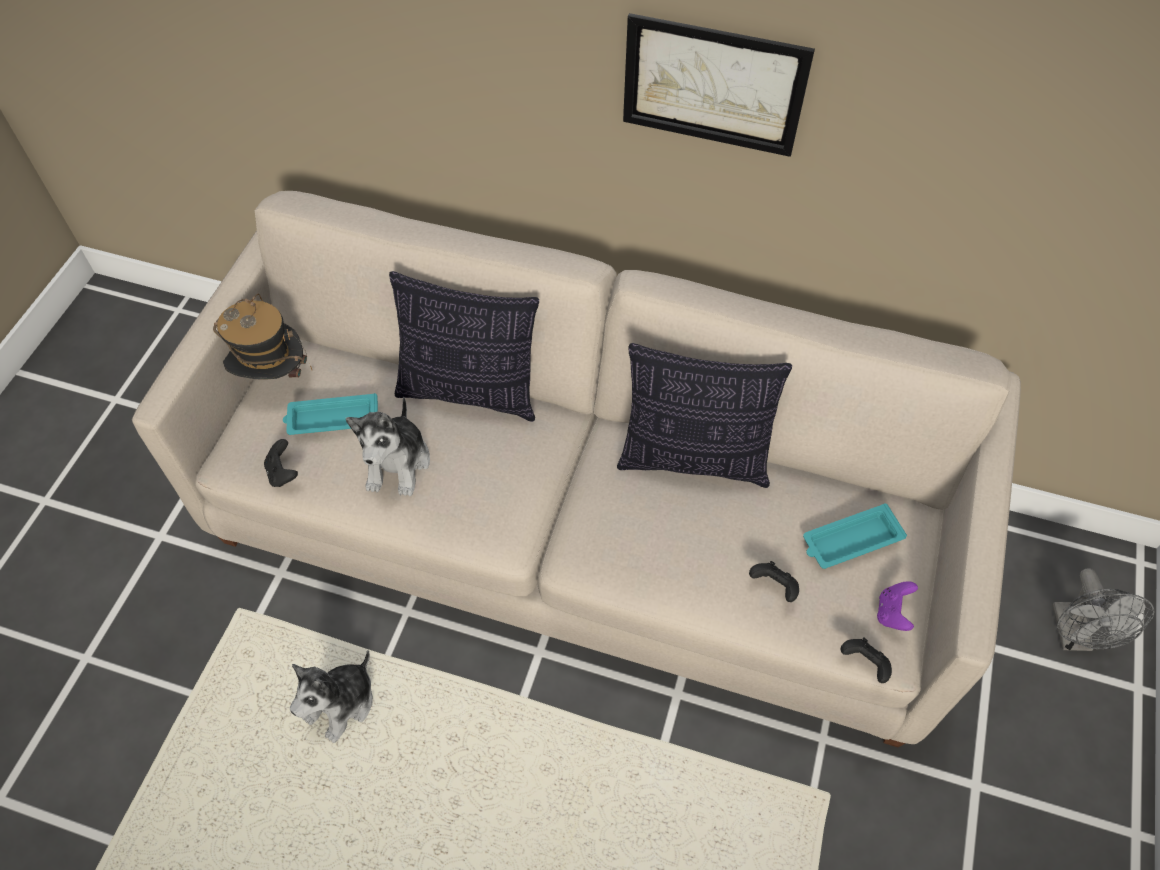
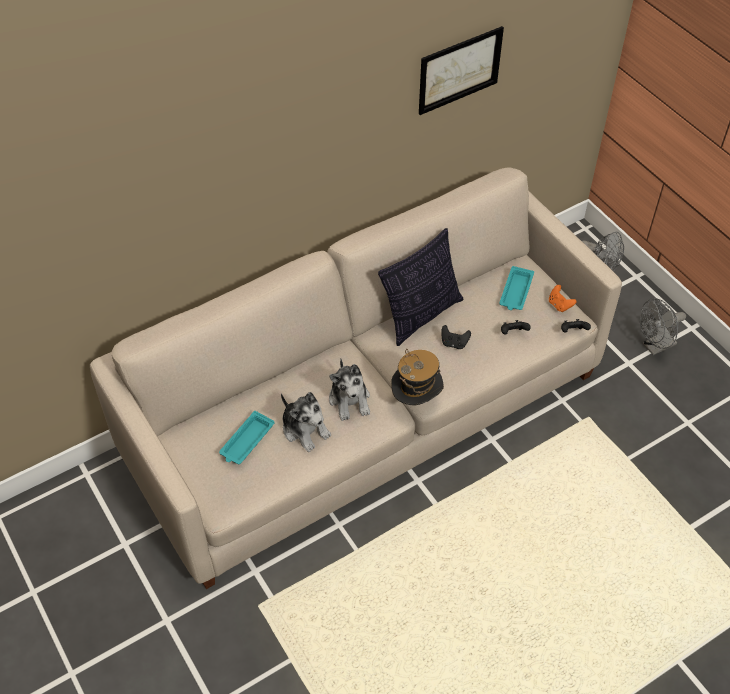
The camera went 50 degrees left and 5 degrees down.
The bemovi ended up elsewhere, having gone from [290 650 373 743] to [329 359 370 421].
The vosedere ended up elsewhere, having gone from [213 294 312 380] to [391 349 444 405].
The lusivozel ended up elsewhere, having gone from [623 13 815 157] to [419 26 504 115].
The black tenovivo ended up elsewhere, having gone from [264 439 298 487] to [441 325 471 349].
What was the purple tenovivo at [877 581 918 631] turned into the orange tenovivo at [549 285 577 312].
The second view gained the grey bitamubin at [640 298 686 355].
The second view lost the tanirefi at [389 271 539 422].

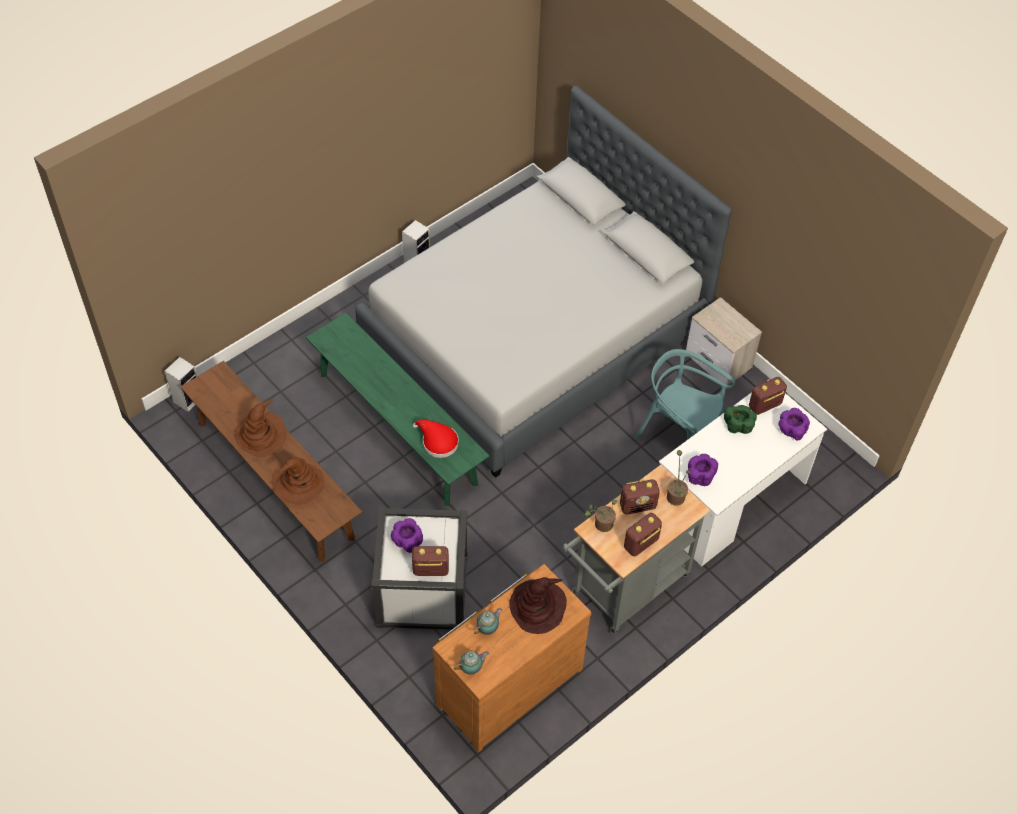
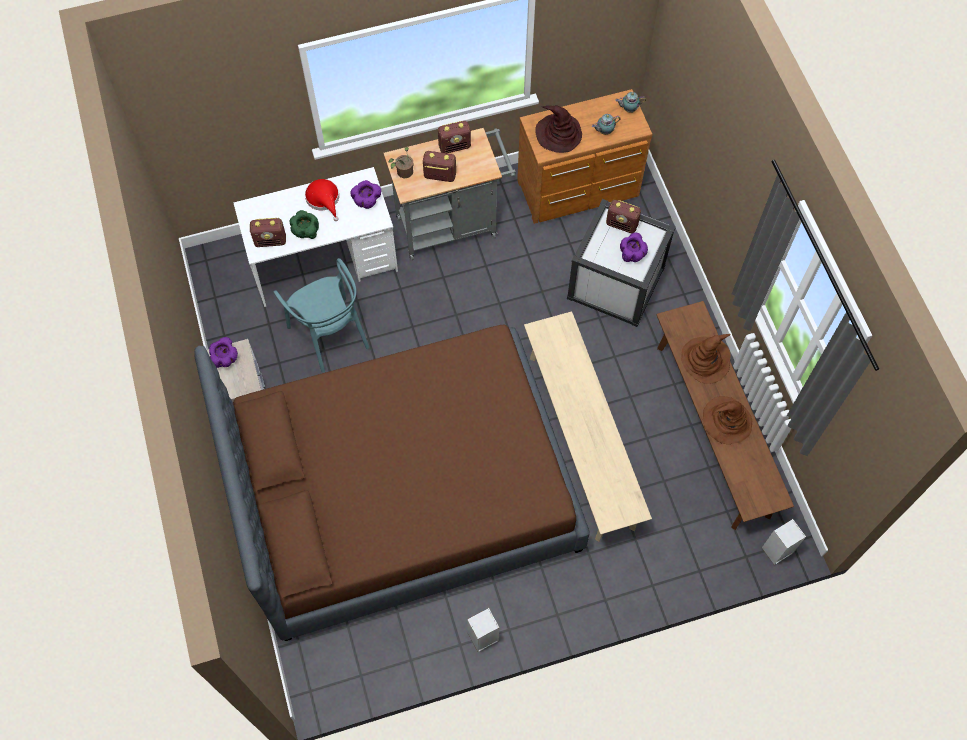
The camera went 155 degrees left and 10 degrees up.
What was the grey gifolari at [355 86 732 478] turned into the brown gifolari at [194 324 590 641].
The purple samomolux ended up elsewhere, having gone from [778 408 810 440] to [209 337 238 368].
The red vosedere ended up elsewhere, having gone from [413 419 459 458] to [305 179 339 221].
What was the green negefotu at [306 313 489 506] turned into the beige negefotu at [524 311 652 542].
The second view lost the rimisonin at [584 500 617 532].

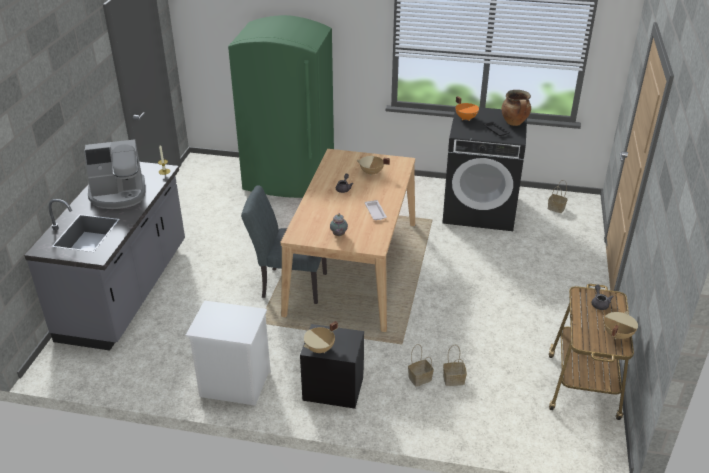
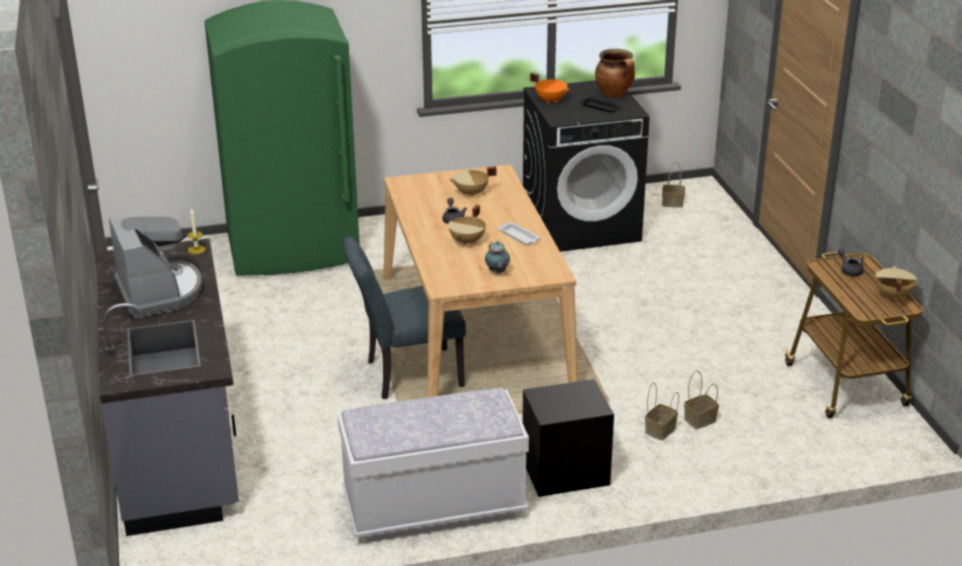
The camera went 25 degrees left and 5 degrees down.
The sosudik at [84 139 145 209] ended up facing another way, 75 degrees counterclockwise from before.
Where the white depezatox stood at [186 301 271 406], the white negefotu came to stand at [337 388 529 542].
The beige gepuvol ended up elsewhere, having gone from [304 321 338 353] to [448 205 486 246].

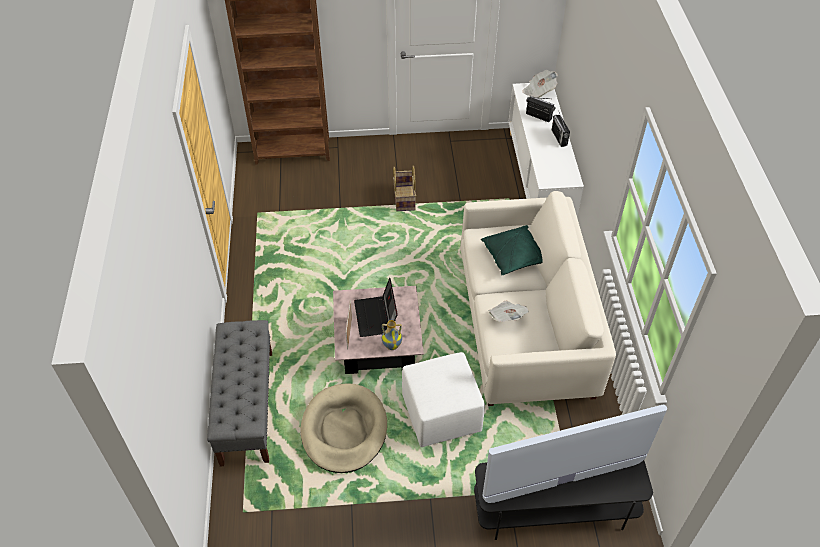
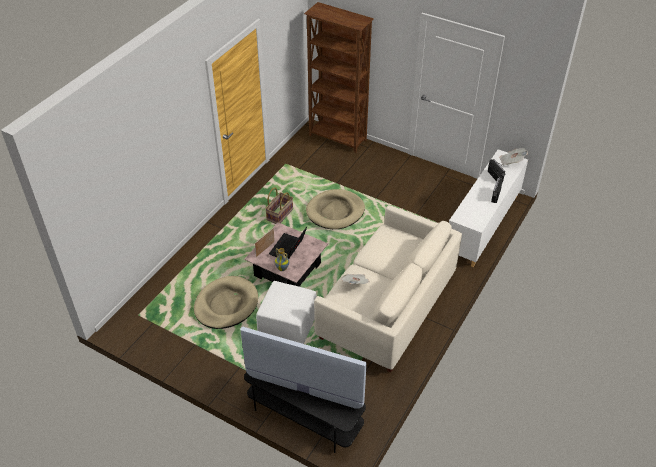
The camera went 35 degrees right and 5 degrees down.
The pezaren ended up elsewhere, having gone from [393 166 416 211] to [265 188 293 224].
The second view gained the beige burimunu at [306 189 365 229].
The second view lost the grey negefotu at [207 320 272 467].
The second view lost the green tanirefi at [481 225 543 276].

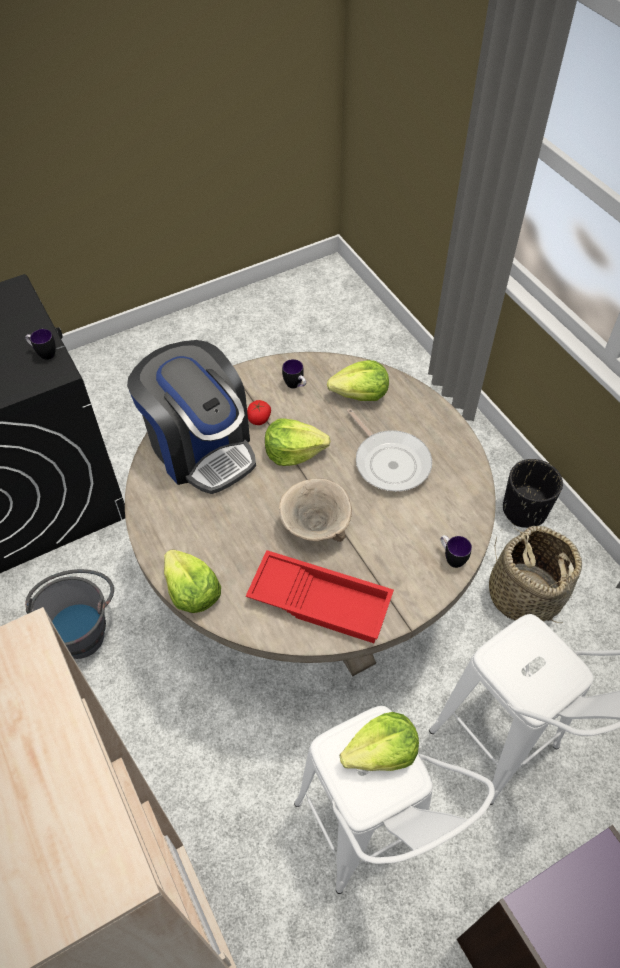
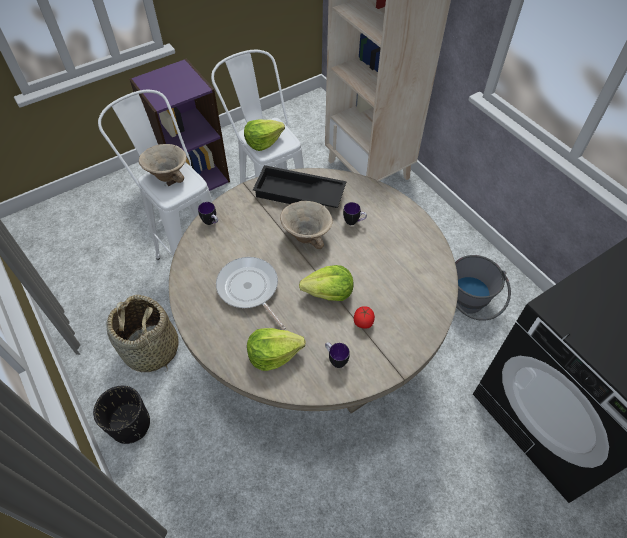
The camera went 175 degrees right and 0 degrees up.
The second view gained the beige samomolux at [139 144 186 183].
What was the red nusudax at [246 550 394 643] turned into the black nusudax at [253 165 346 208].
The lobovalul ended up elsewhere, having gone from [25 329 56 360] to [343 202 367 225].
The second view lost the sosudik at [127 340 256 494].
The second view lost the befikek at [164 550 221 613].

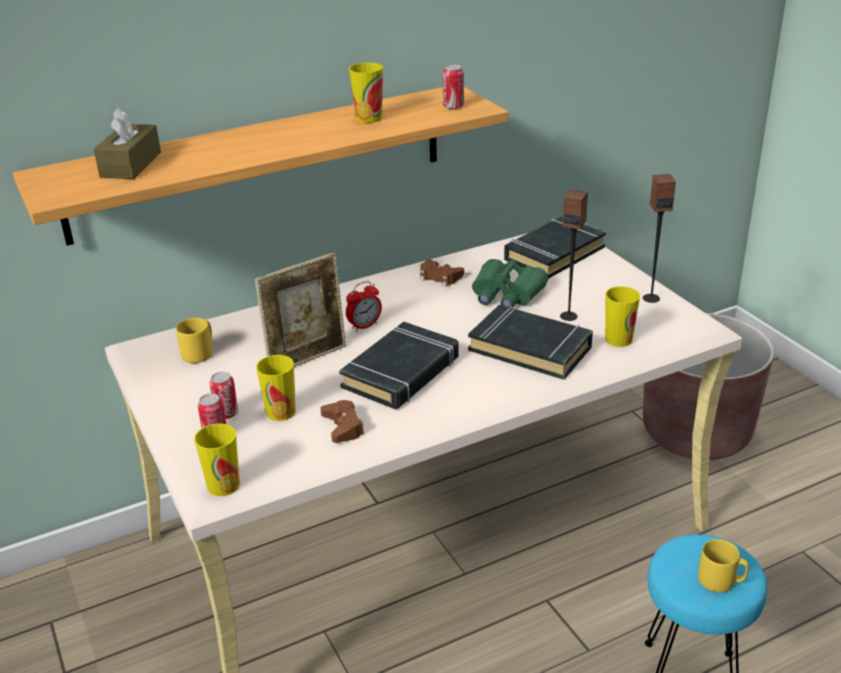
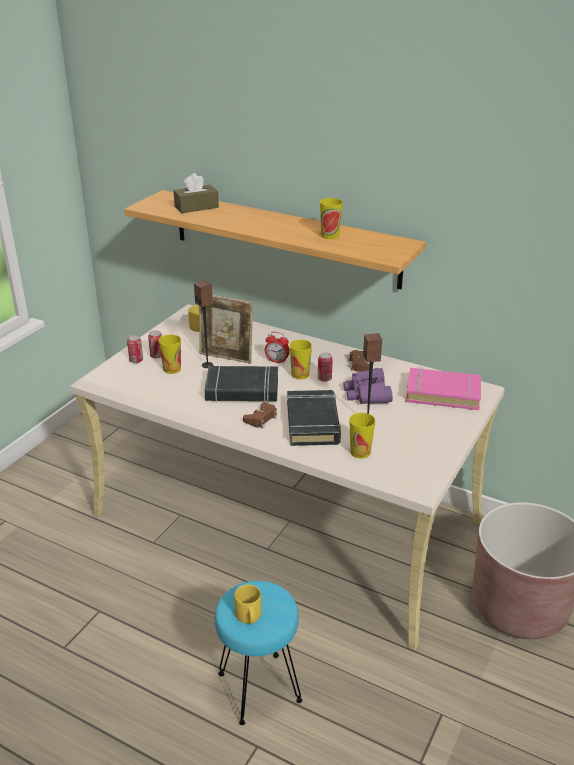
The camera went 55 degrees right and 0 degrees up.
The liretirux ended up elsewhere, having gone from [643 174 676 303] to [194 280 213 368].
The brown tenovivo ended up elsewhere, having gone from [320 400 365 443] to [243 402 277 428].
The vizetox ended up elsewhere, having gone from [194 423 240 496] to [289 340 312 379].
The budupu ended up elsewhere, having gone from [442 65 464 109] to [318 353 333 382].
What was the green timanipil at [472 259 548 307] turned into the purple timanipil at [343 368 393 404].
What was the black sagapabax at [504 216 606 279] turned into the pink sagapabax at [406 367 481 410].

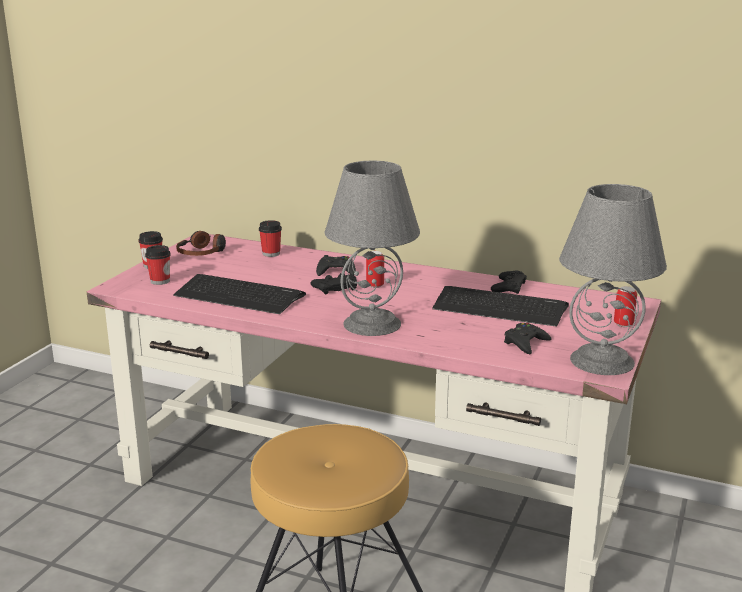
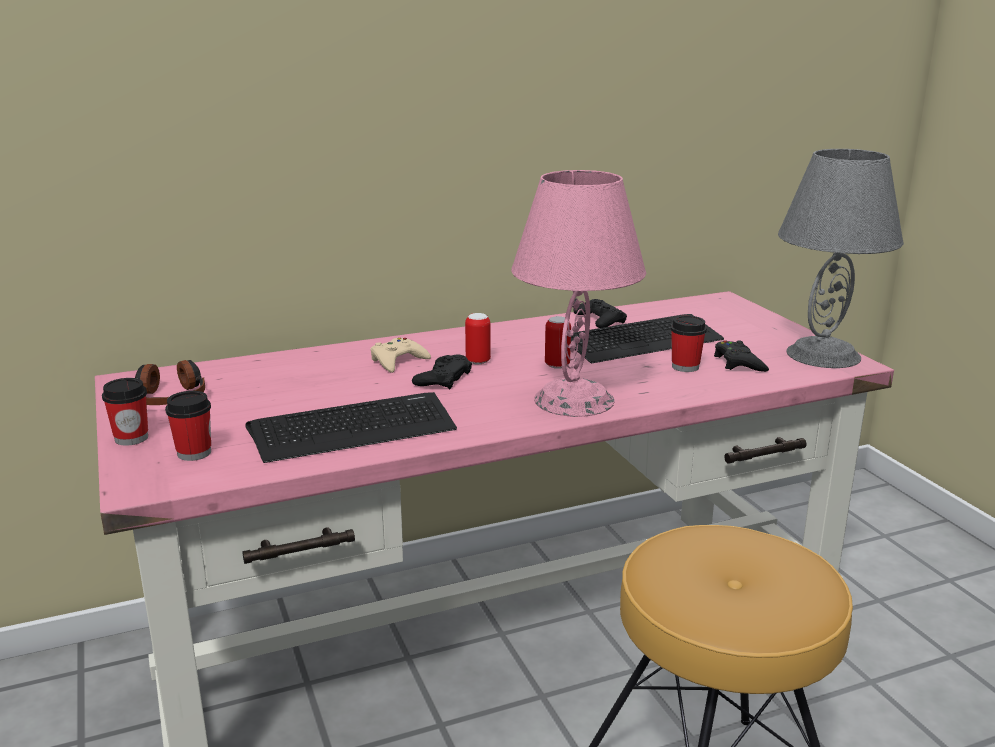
The camera went 45 degrees left and 0 degrees up.
What was the black tenovivo at [316 255 356 276] turned into the beige tenovivo at [370 338 431 373].
What was the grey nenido at [324 160 420 336] turned into the pink nenido at [511 170 646 417].
The budupu ended up elsewhere, having gone from [614 286 637 327] to [545 316 571 369].
The vizetox ended up elsewhere, having gone from [259 220 282 257] to [671 316 707 372].

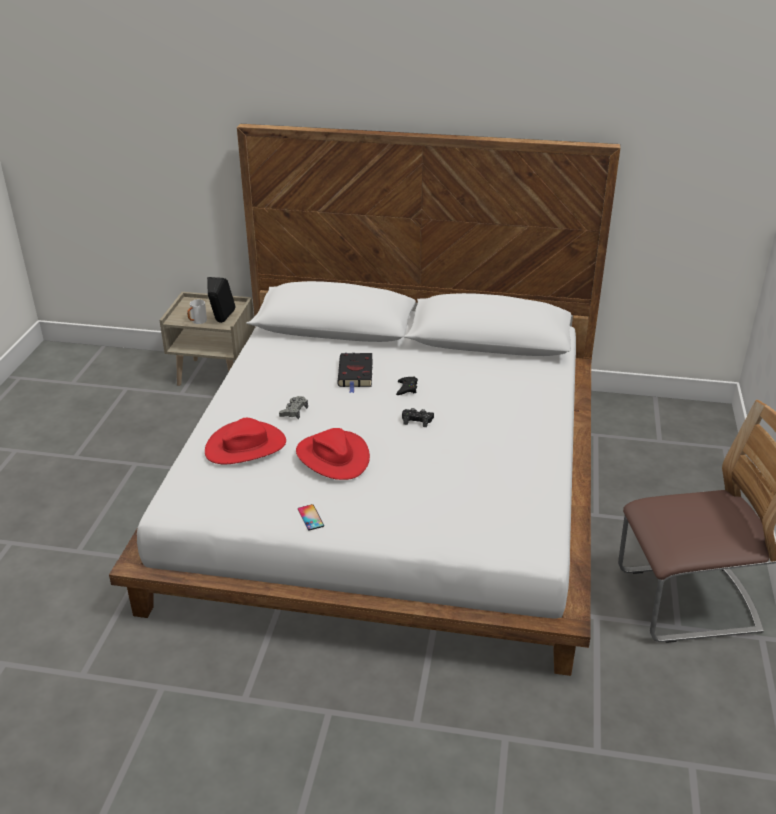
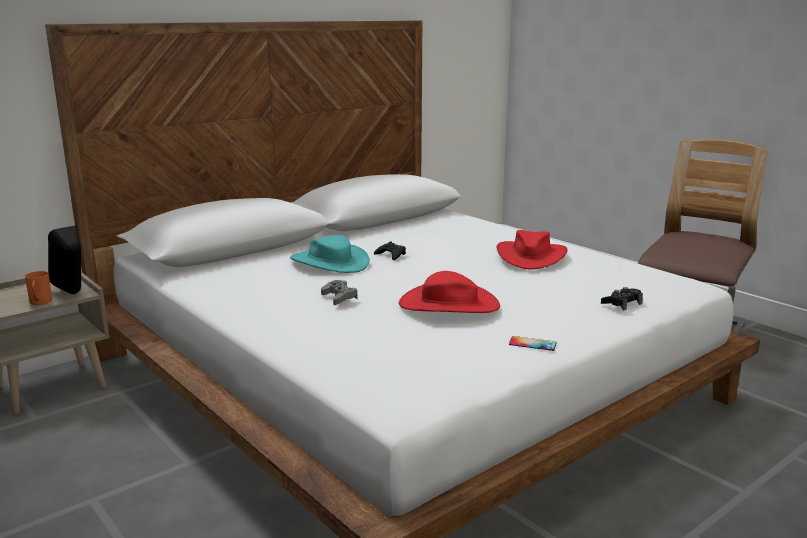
The camera went 50 degrees left and 15 degrees down.
What was the white lobovalul at [187 299 207 324] turned into the orange lobovalul at [25 271 52 305].
Where the black sagapabax stood at [337 353 373 393], the turquoise vosedere came to stand at [290 235 370 273].
The red vosedere ended up elsewhere, having gone from [205 418 286 464] to [497 230 568 269].
The black tenovivo ended up elsewhere, having gone from [402 408 434 427] to [601 287 643 311].

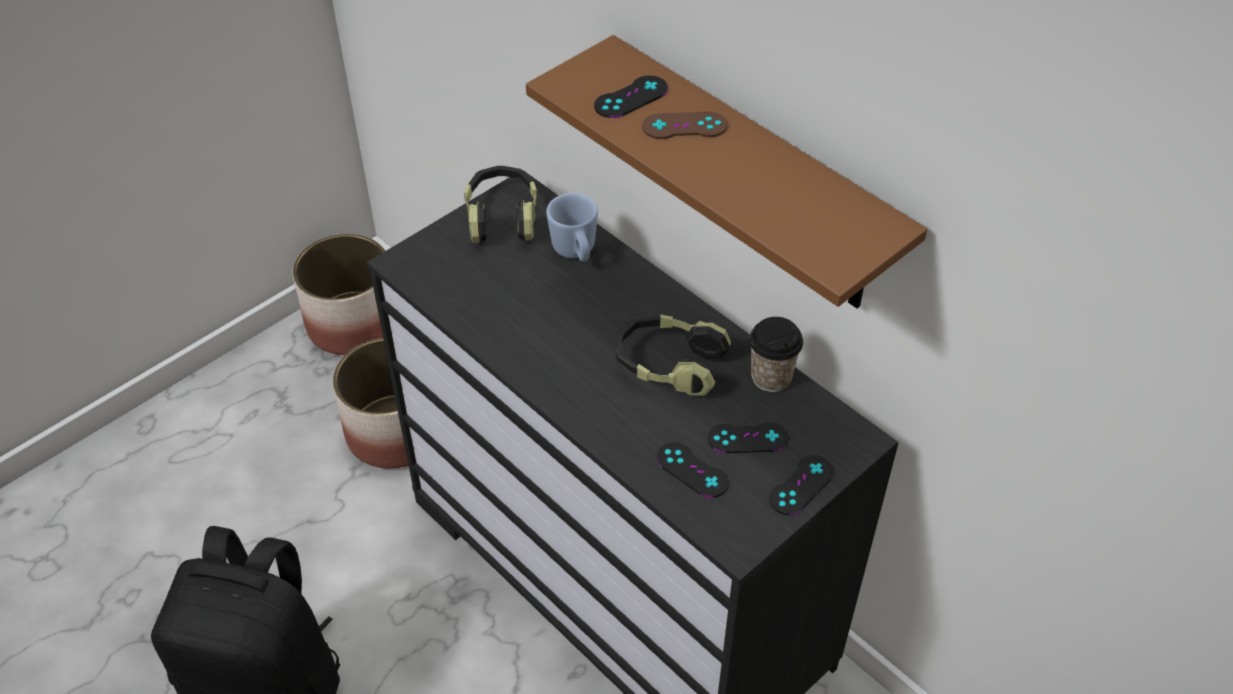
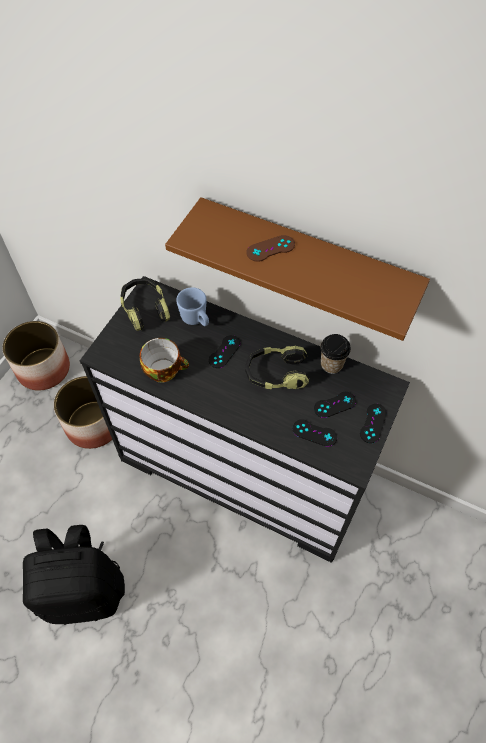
The camera went 20 degrees left and 10 degrees up.
The second view gained the vizetox at [140 338 189 382].
The black tenovivo ended up elsewhere, having gone from [594 76 668 118] to [209 335 241 368].

